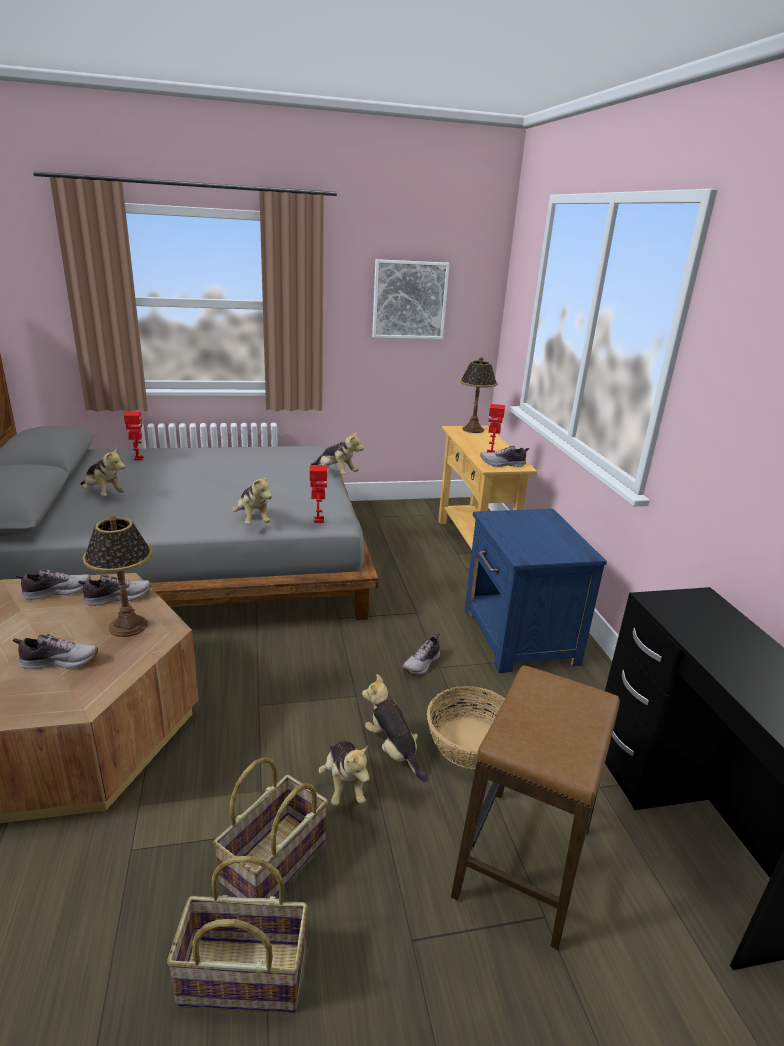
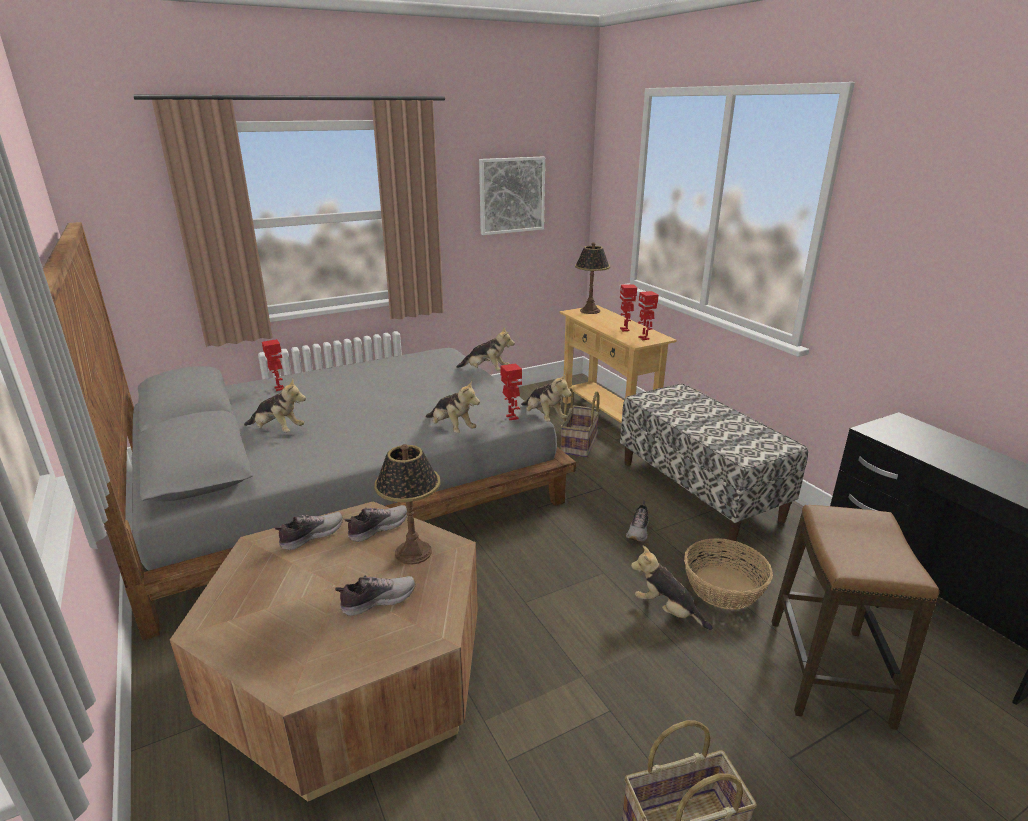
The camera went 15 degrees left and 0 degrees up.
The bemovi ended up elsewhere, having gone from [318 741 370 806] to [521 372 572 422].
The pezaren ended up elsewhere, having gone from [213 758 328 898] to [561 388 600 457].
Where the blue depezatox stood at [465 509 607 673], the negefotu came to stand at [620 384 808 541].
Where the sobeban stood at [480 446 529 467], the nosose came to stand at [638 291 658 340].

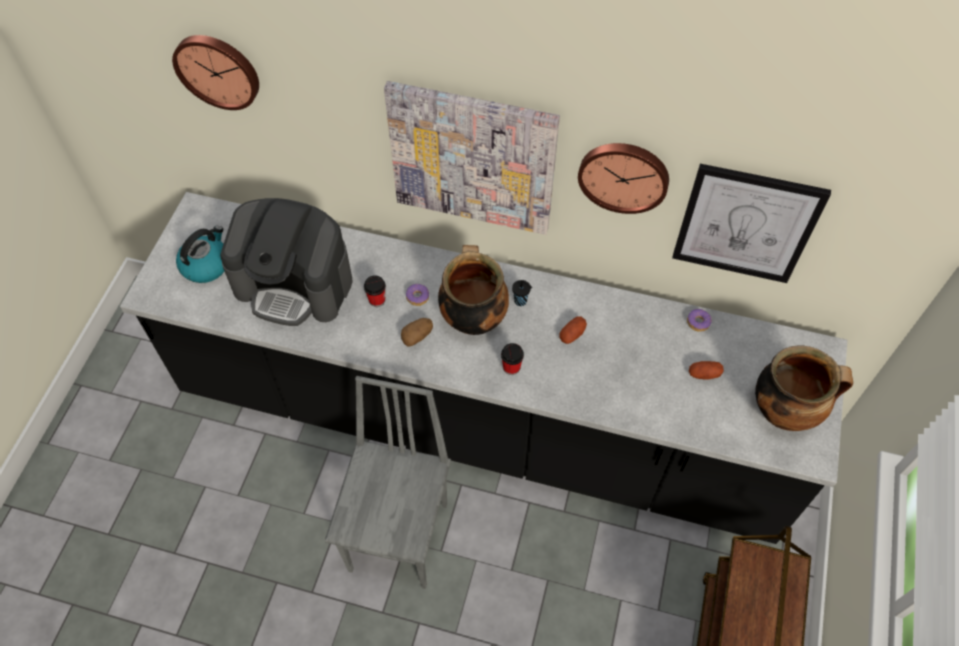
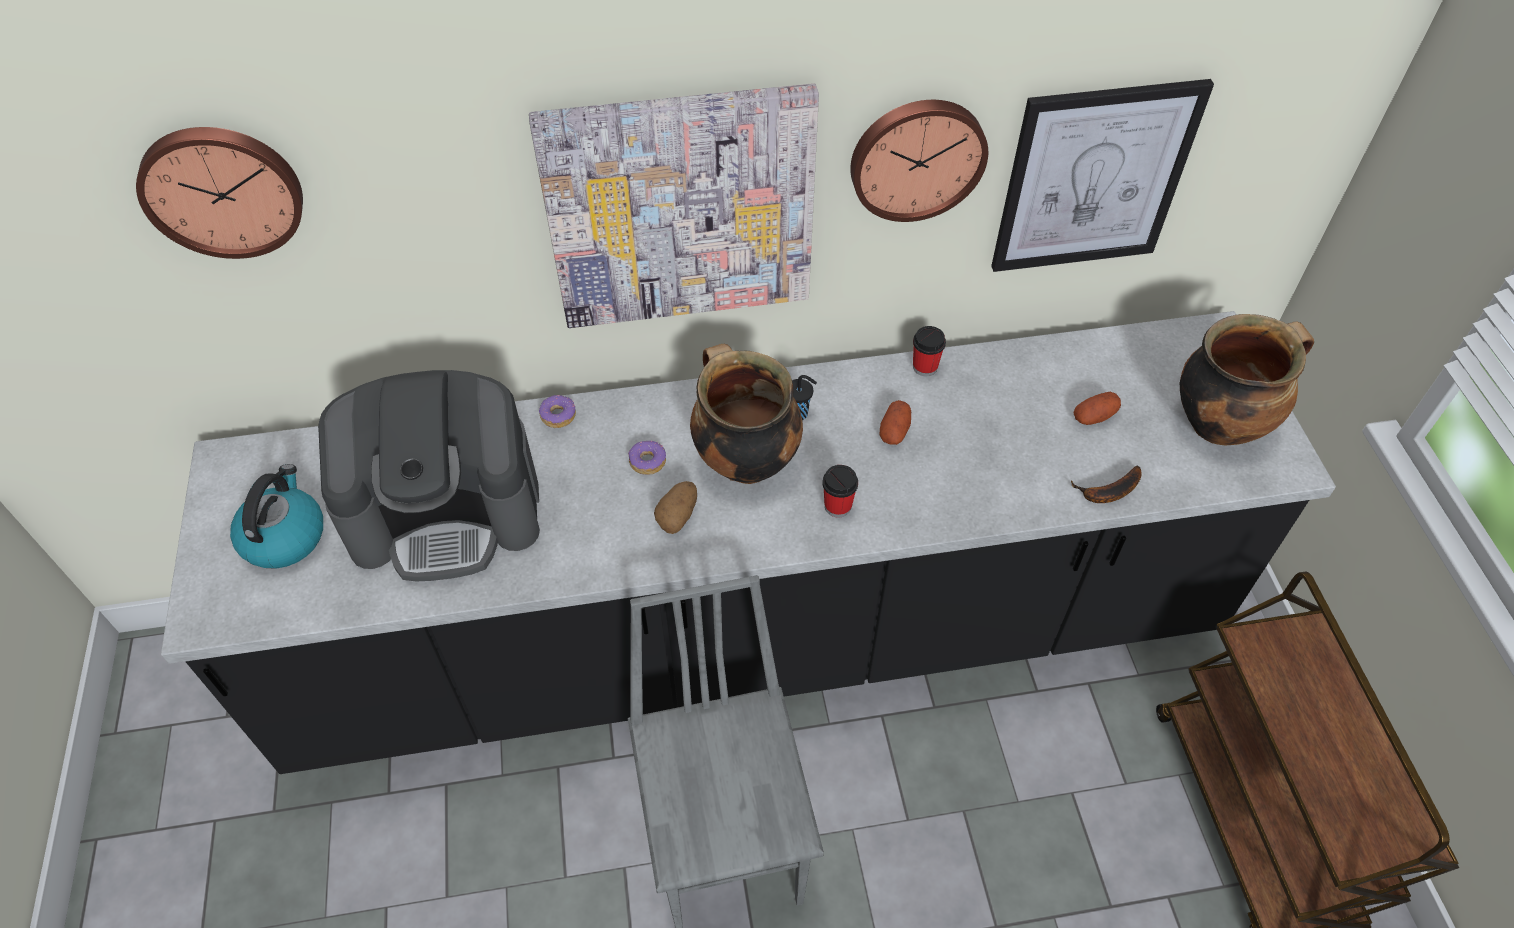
The camera went 25 degrees left and 5 degrees down.
The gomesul ended up elsewhere, having gone from [687 309 712 332] to [539 395 576 428].
The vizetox ended up elsewhere, having gone from [364 275 386 307] to [913 326 946 376].
The second view gained the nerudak at [1071 466 1142 503].

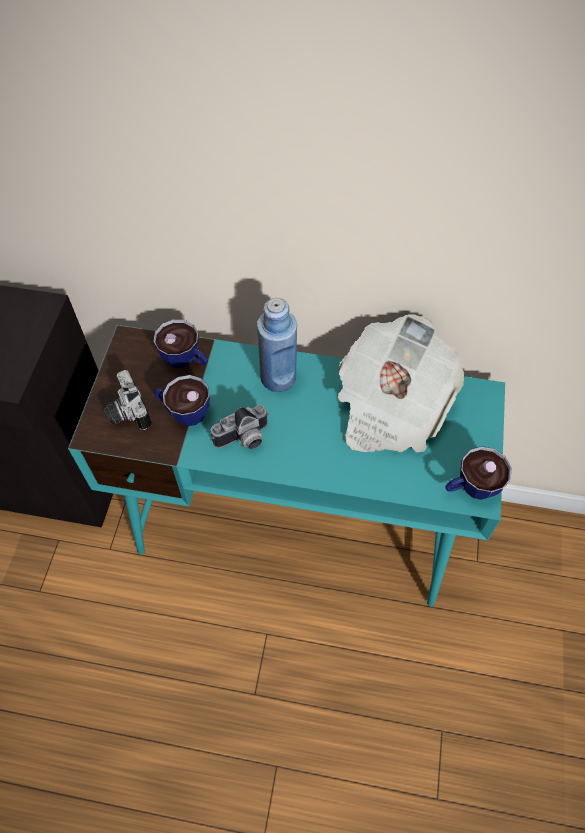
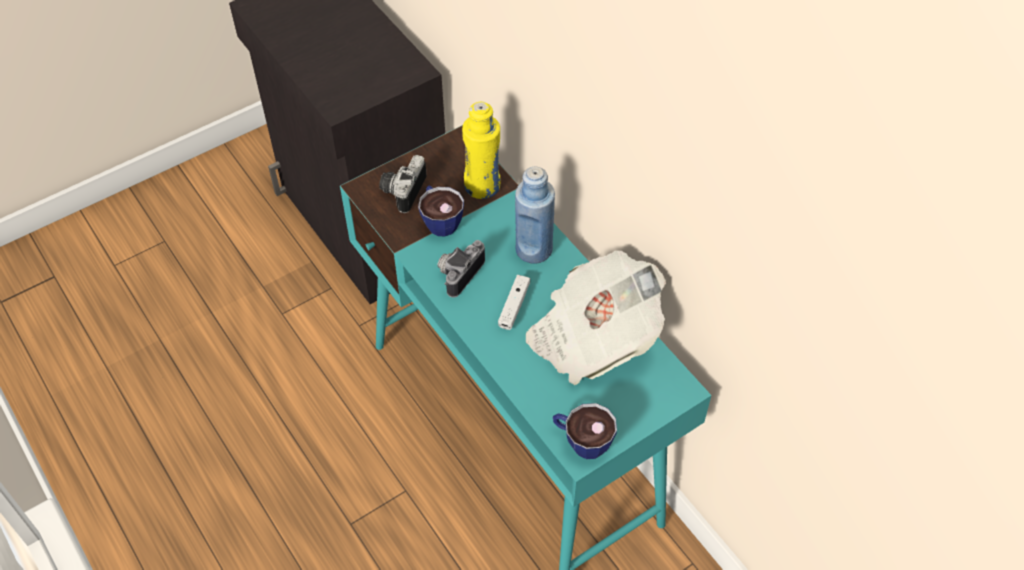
The camera went 45 degrees right and 5 degrees down.
The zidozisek at [211 404 269 449] ended up facing another way, 105 degrees clockwise from before.
Where the vizetox stood at [153 319 208 368], the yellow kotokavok came to stand at [462 102 500 199].
The second view gained the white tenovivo at [498 275 530 330].

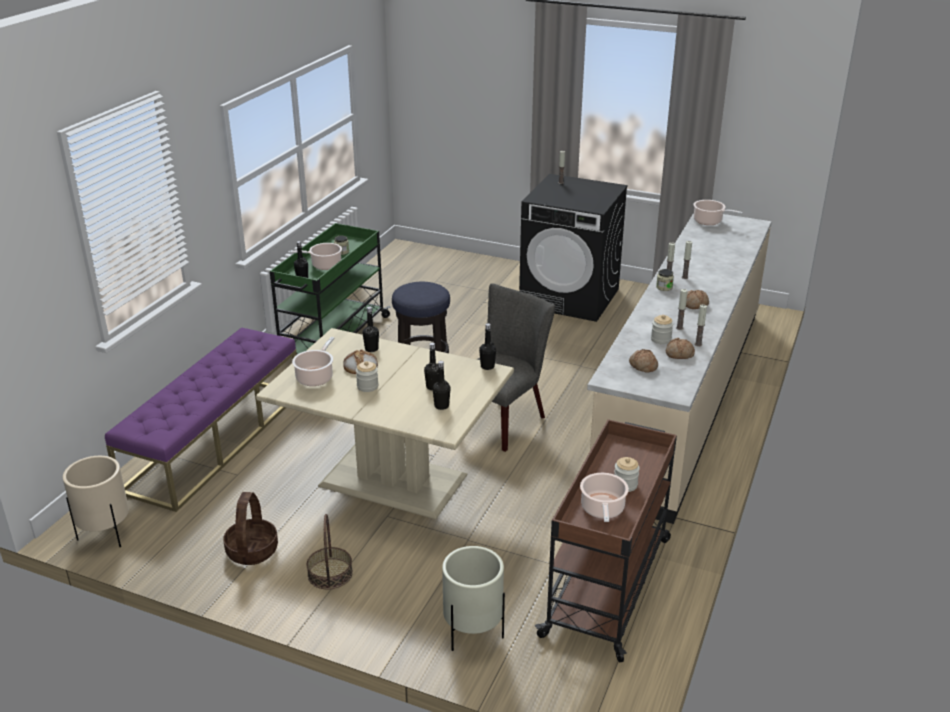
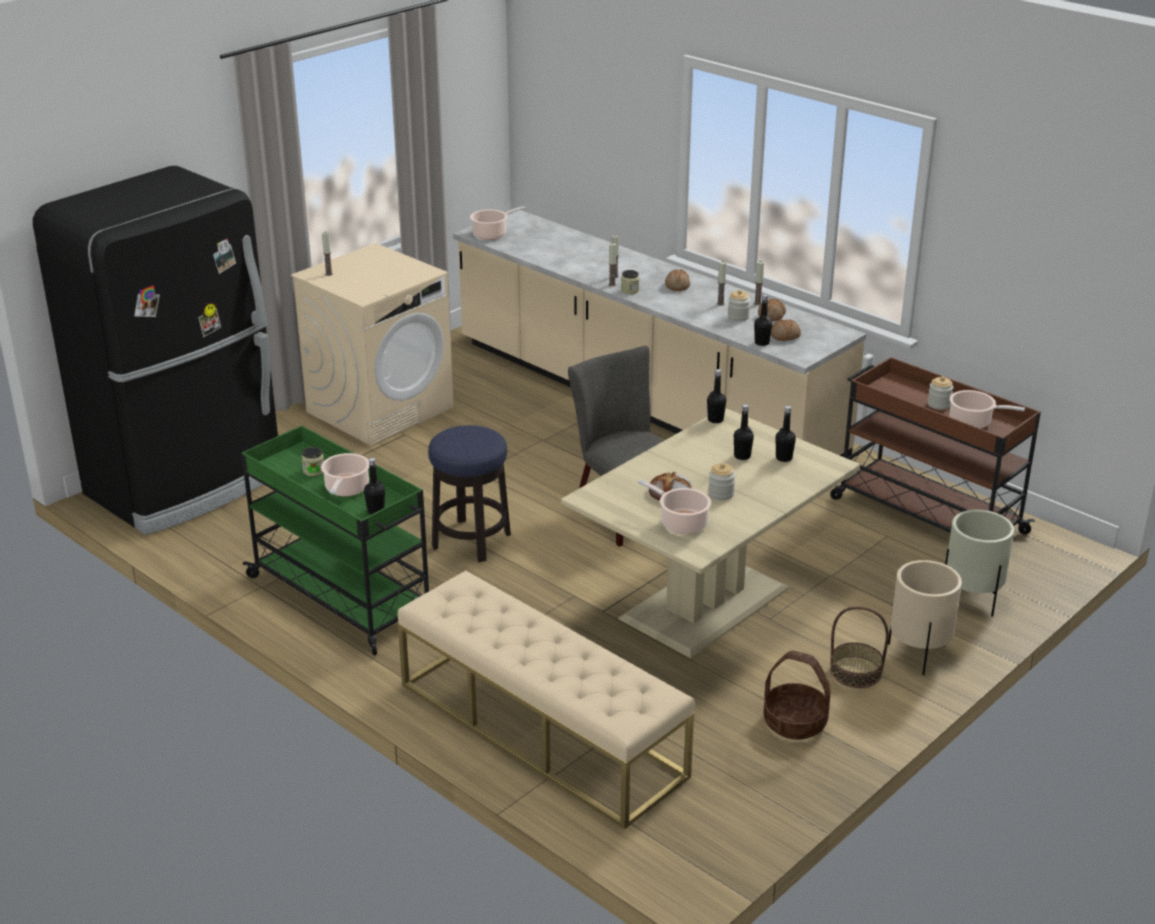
The camera went 70 degrees left and 0 degrees up.
The second view gained the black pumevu at [33 166 278 535].
What was the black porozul at [519 174 628 322] turned into the beige porozul at [291 243 454 446].
What was the purple negefotu at [105 327 297 512] turned into the beige negefotu at [398 570 695 829].
The black kotokavok ended up elsewhere, having gone from [363 307 379 352] to [754 294 772 346].
The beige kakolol ended up elsewhere, having gone from [63 456 129 547] to [888 560 962 675].

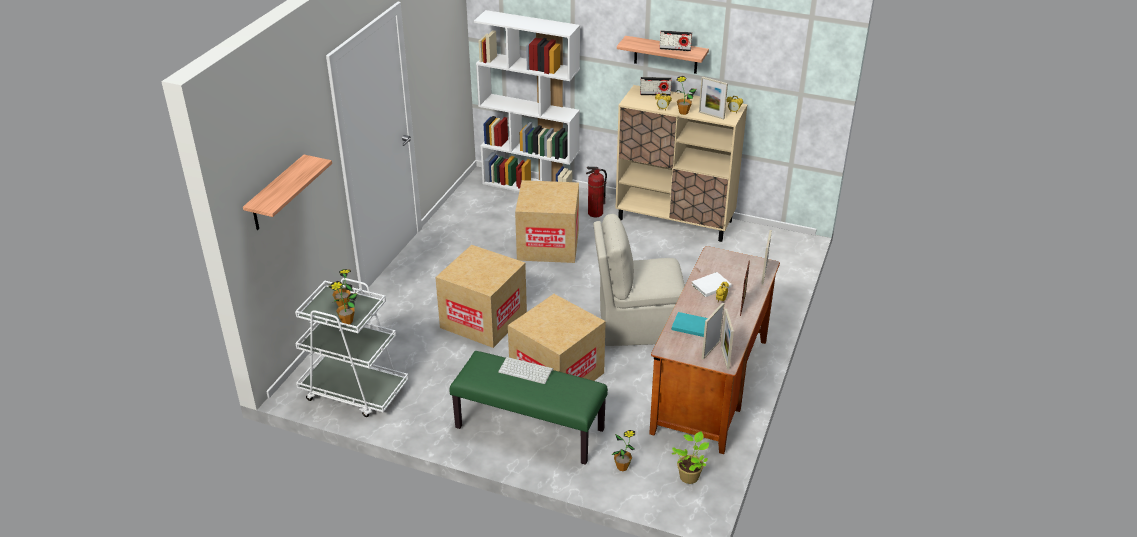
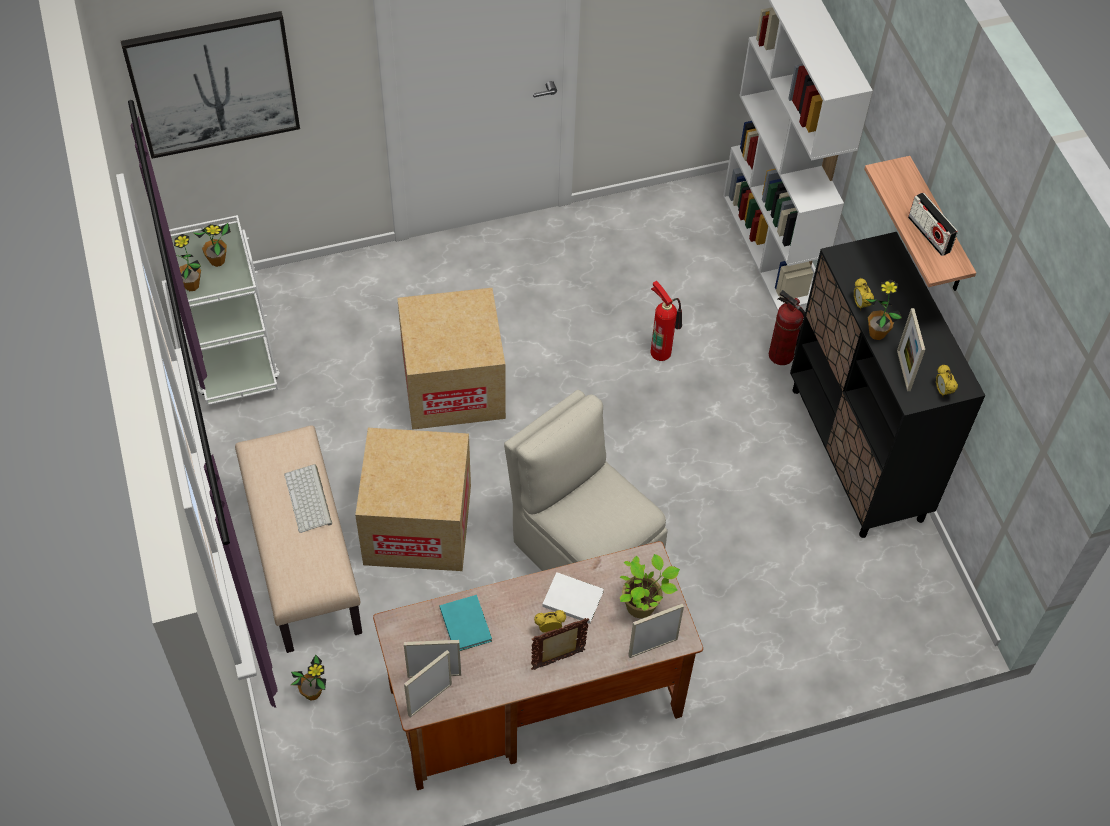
The camera went 50 degrees right and 20 degrees up.
Where the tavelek hung at [243 155 332 230], the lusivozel came to hang at [121 11 300 159].
What was the green negefotu at [450 351 608 465] turned into the beige negefotu at [235 425 362 653].
The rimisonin ended up elsewhere, having gone from [672 431 709 484] to [620 554 680 618].
Where the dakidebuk stood at [515 180 579 263], the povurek came to stand at [651 281 682 361].
What was the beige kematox at [615 85 747 242] turned into the black kematox at [790 232 985 538].
The second view lost the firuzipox at [640 77 672 96].

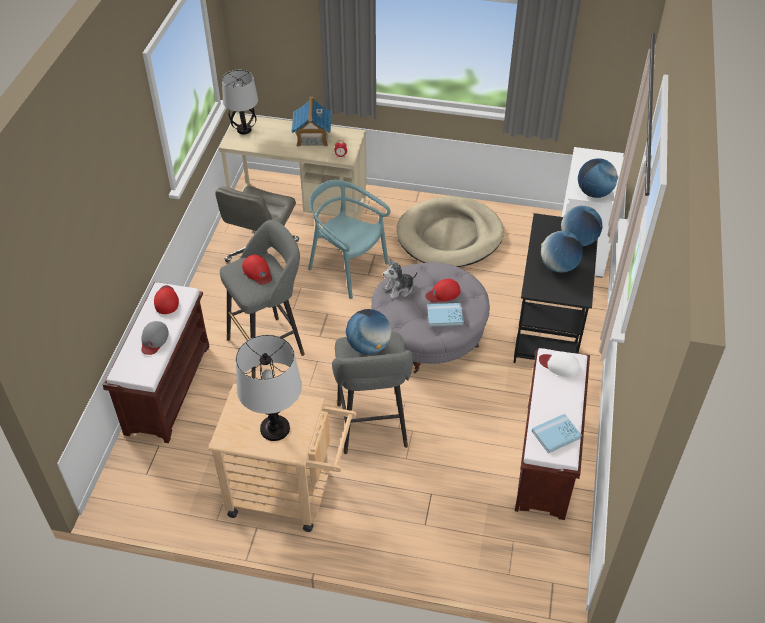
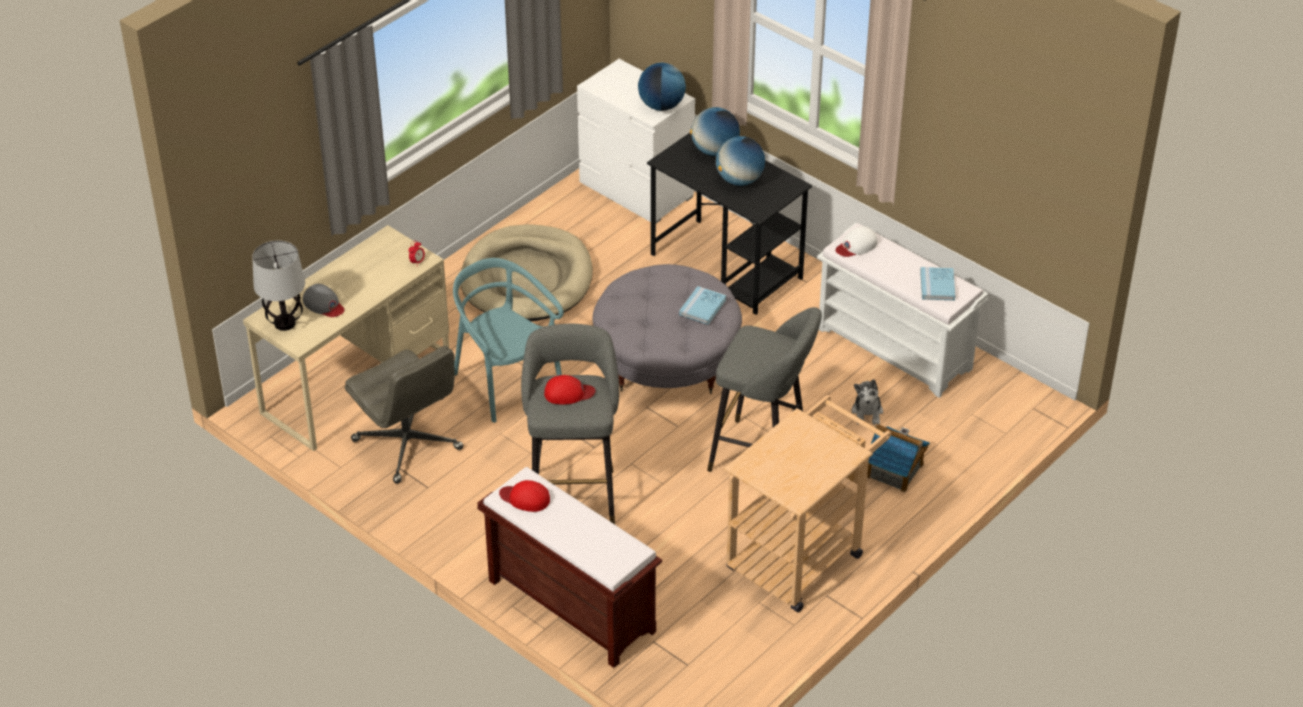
The camera went 60 degrees left and 5 degrees down.
The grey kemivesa ended up elsewhere, having gone from [141 321 169 355] to [303 284 345 317].
The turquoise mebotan at [308 180 391 299] ended up facing another way, 75 degrees clockwise from before.
What was the brown negefotu at [515 348 590 520] turned into the white negefotu at [817 223 988 398].
The bemovi ended up elsewhere, having gone from [383 259 418 299] to [852 379 883 425].
The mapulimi ended up elsewhere, having gone from [291 97 331 147] to [867 423 930 493].
The second view lost the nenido at [236 335 302 441].
The second view lost the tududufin at [346 309 391 355].
The second view lost the red kemivesa at [425 279 460 302].

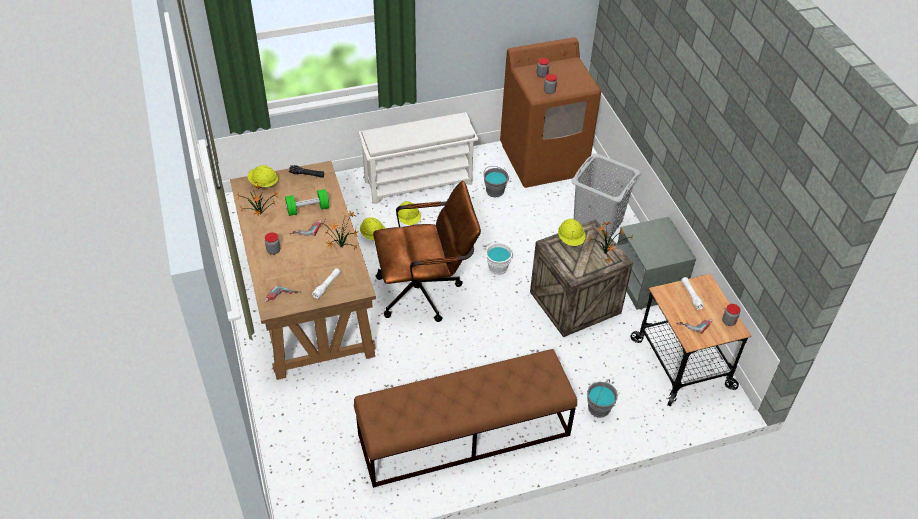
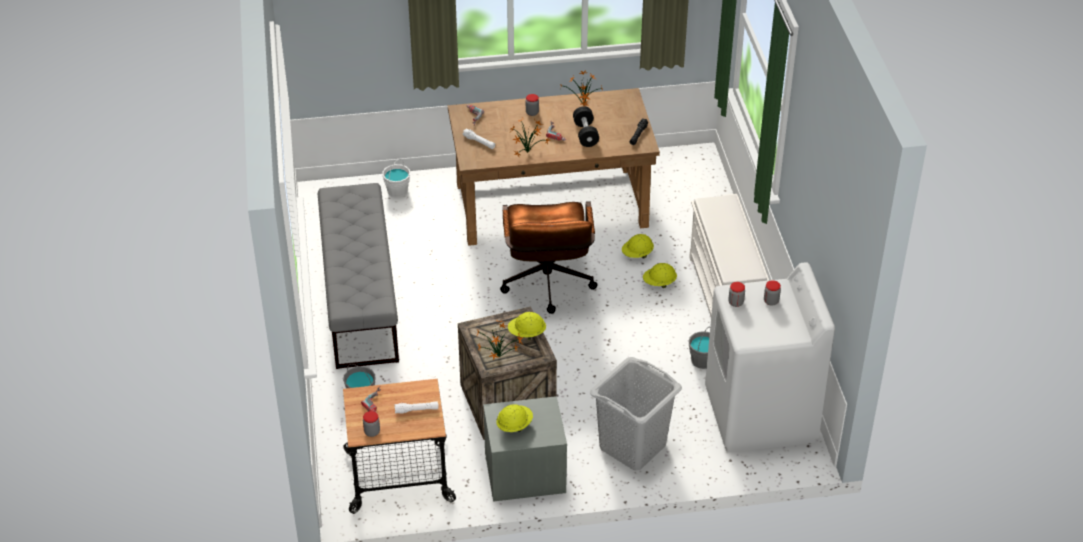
The camera went 100 degrees right and 5 degrees down.
What was the brown negefotu at [354 349 577 488] turned into the grey negefotu at [318 183 399 369].
The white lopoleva ended up elsewhere, having gone from [486 242 513 275] to [382 159 411 198].
The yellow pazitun ended up elsewhere, having gone from [248 165 278 189] to [496 405 533 432].
What was the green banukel at [285 189 329 216] turned into the black banukel at [573 106 599 147].
What was the brown porozul at [500 37 601 188] turned into the white porozul at [705 262 835 453].

